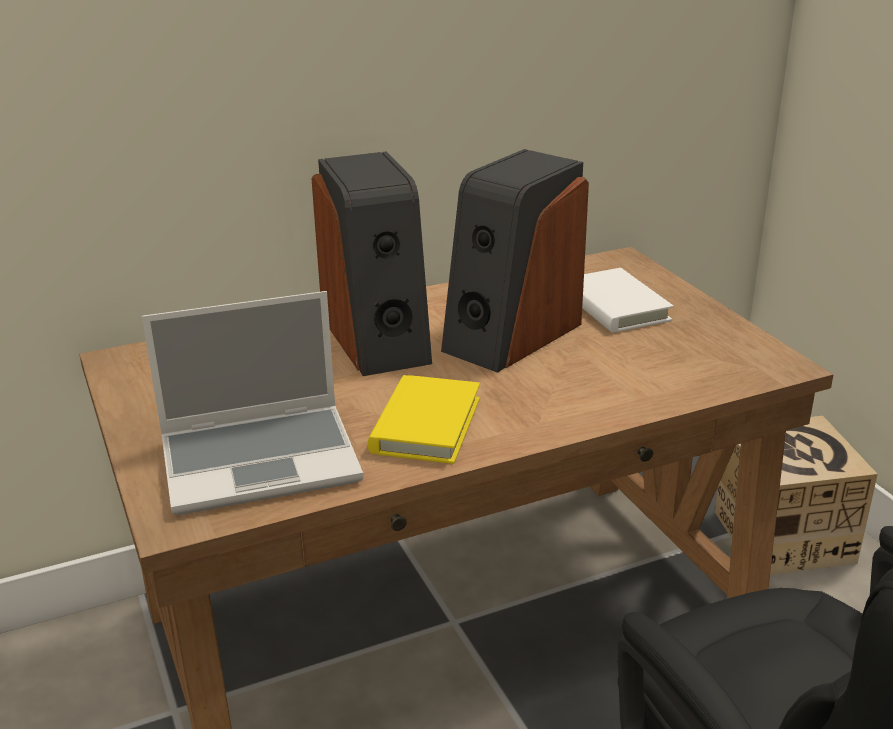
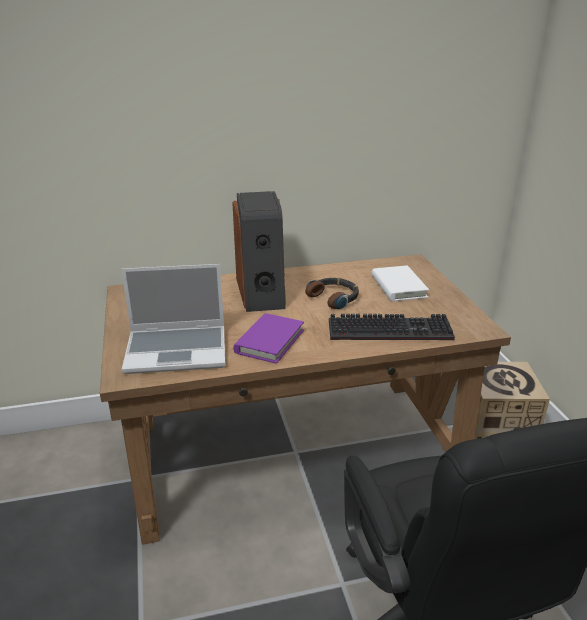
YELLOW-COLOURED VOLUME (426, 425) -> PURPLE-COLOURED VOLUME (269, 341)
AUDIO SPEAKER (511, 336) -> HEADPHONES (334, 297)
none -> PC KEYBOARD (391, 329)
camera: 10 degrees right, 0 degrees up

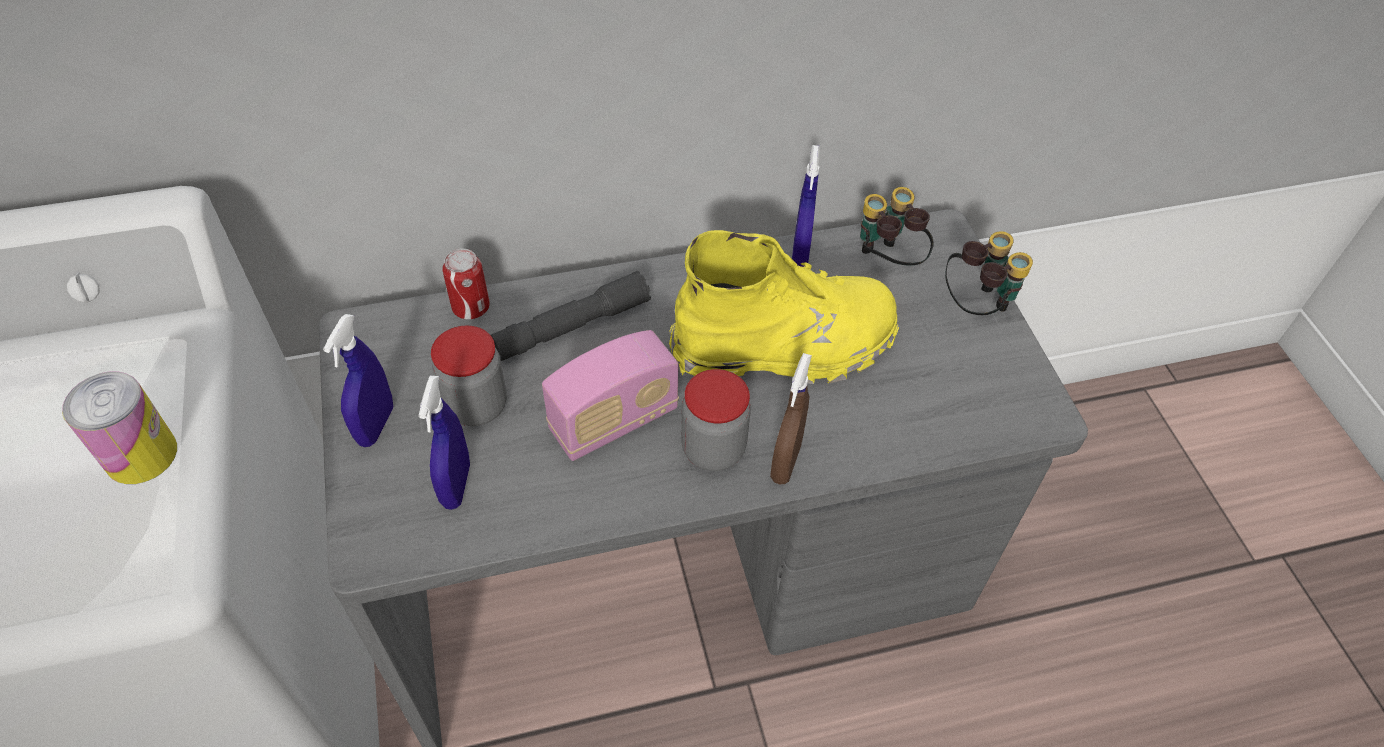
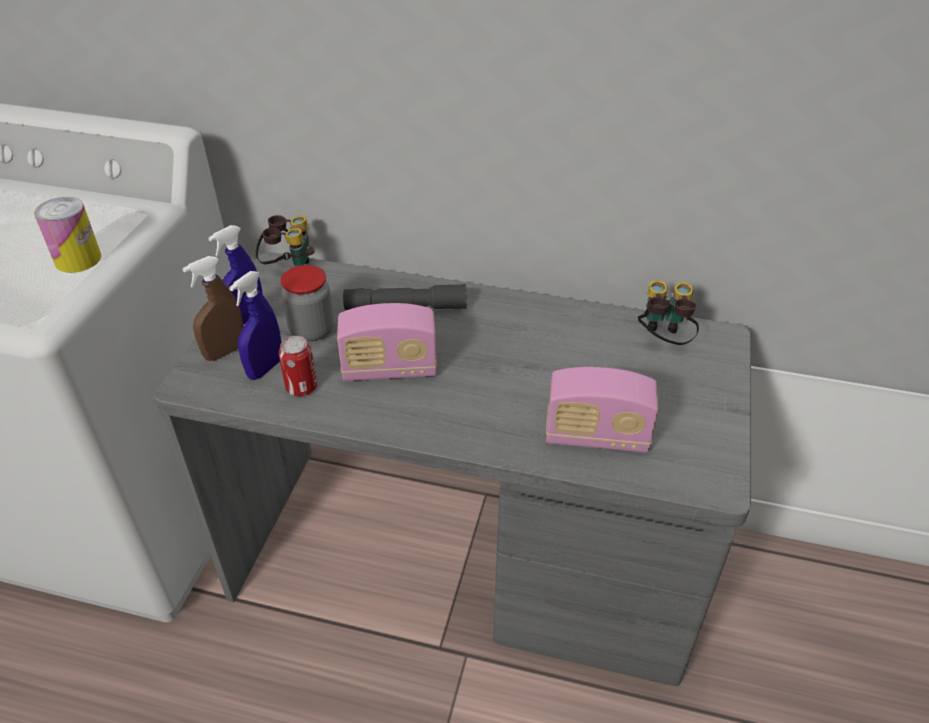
BROWN-COLOURED SPRAYER (785, 462) -> BROWN-COLOURED SPRAYER (225, 352), move
FIELD GLASSES (976, 305) -> FIELD GLASSES (288, 268), move
CAN (471, 307) -> CAN (301, 387), move
none -> RADIO (596, 436)
YELLOW-COLOURED TALL BOOT (784, 348) -> none
STORAGE JAR (713, 449) -> none
BLUISH SPRAYER (800, 256) -> none
camera: 30 degrees right, 10 degrees down

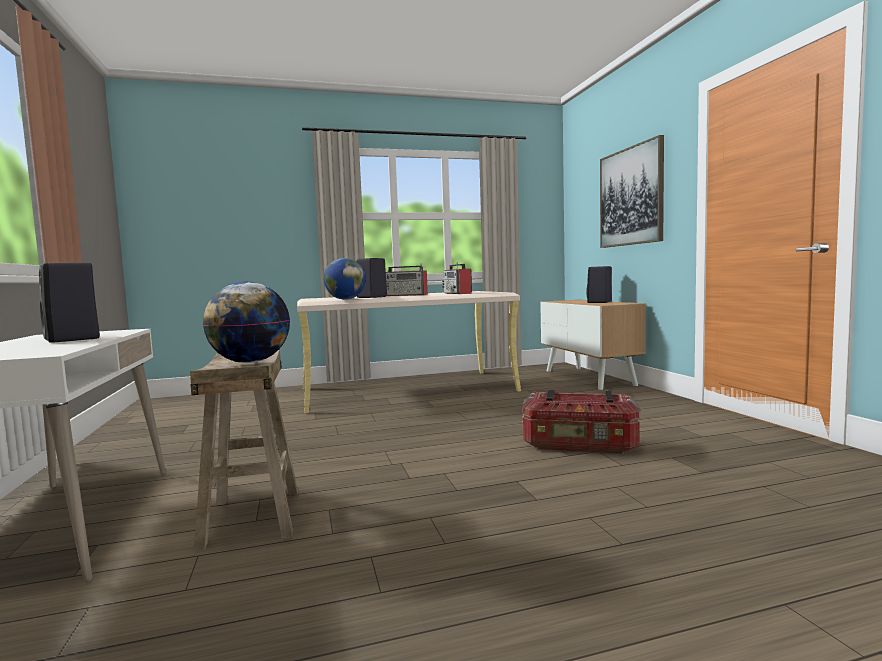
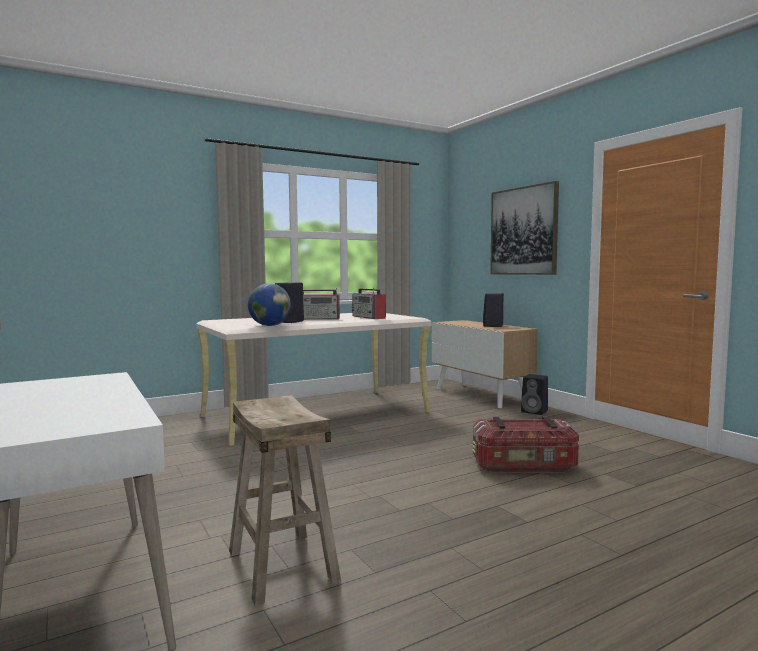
BLACK-COLOURED AUDIO SPEAKER (73, 339) -> BLACK-COLOURED AUDIO SPEAKER (535, 411), move
DESK GLOBE (250, 362) -> none
camera: 15 degrees left, 0 degrees up

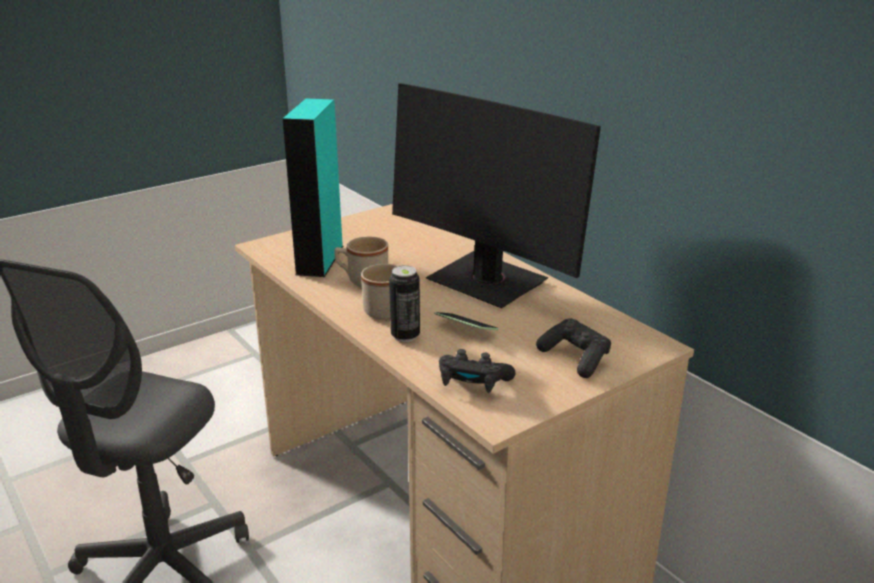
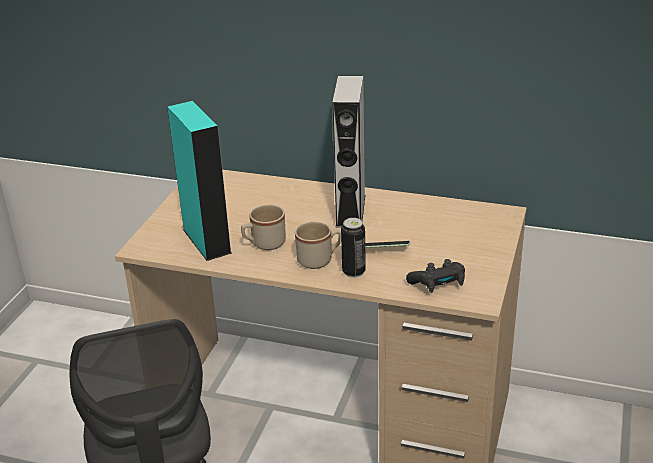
COMPUTER SCREEN (486, 282) -> GREYISH AUDIO SPEAKER (350, 210)
BLACK-COLOURED GAME CONTROLLER (575, 358) -> none
camera: 35 degrees left, 5 degrees up

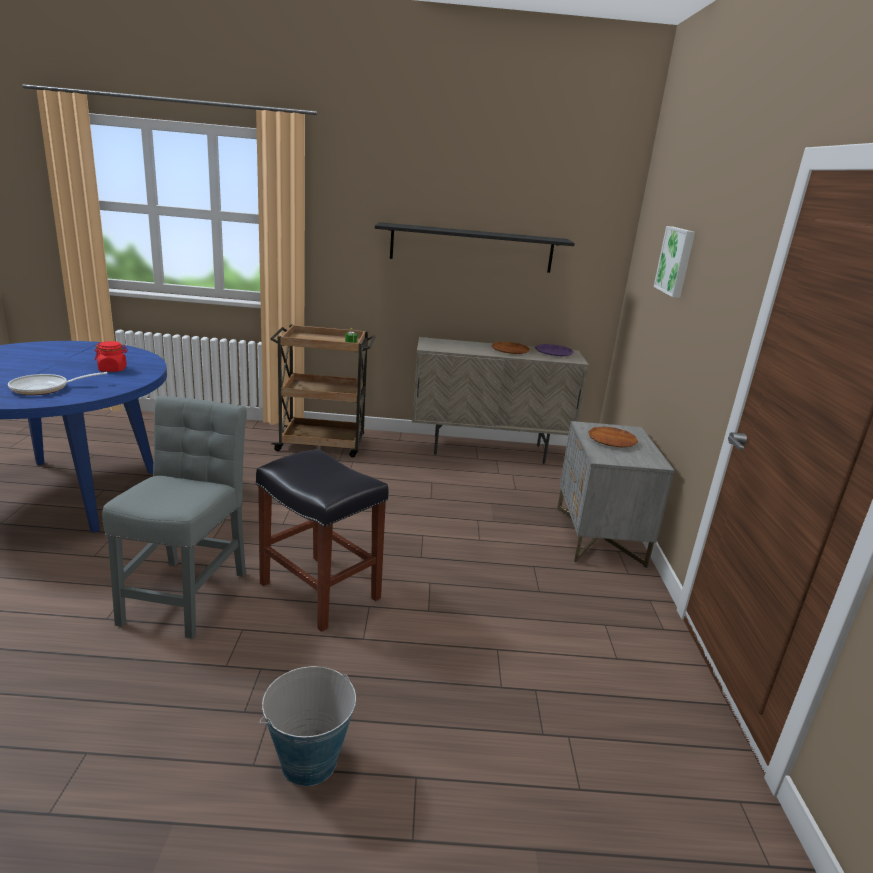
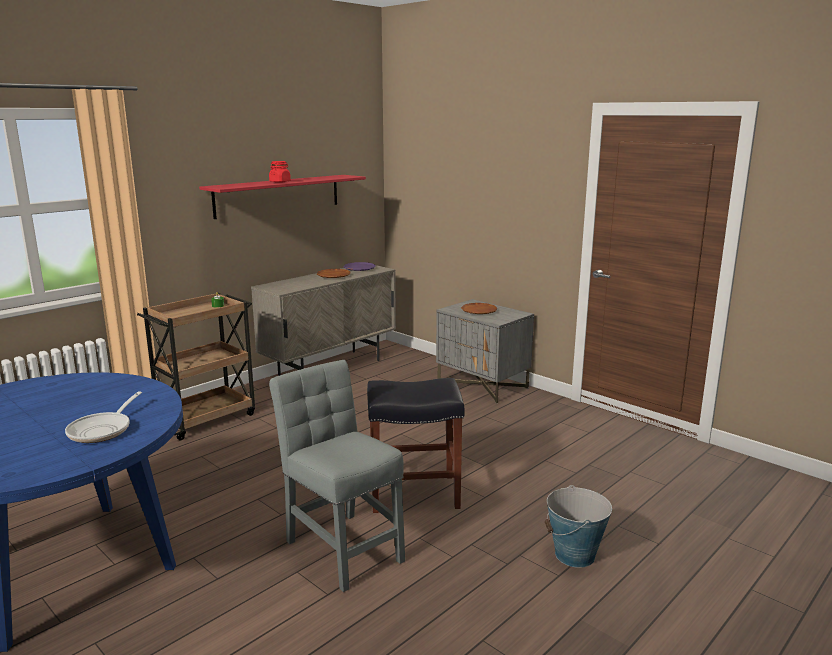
BLACK-COLOURED SHELF (471, 248) -> RED-COLOURED SHELF (278, 195)
RED-COLOURED STORAGE JAR (113, 369) -> RED-COLOURED STORAGE JAR (280, 182), move
PICTURE (676, 261) -> none
camera: 45 degrees left, 5 degrees down

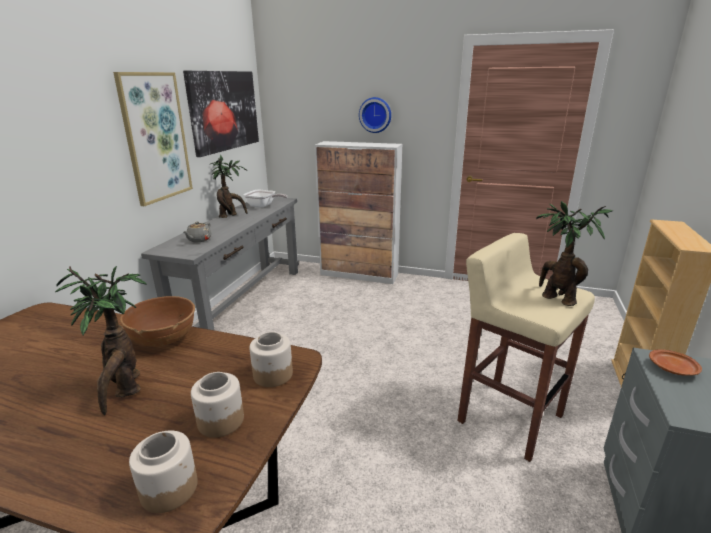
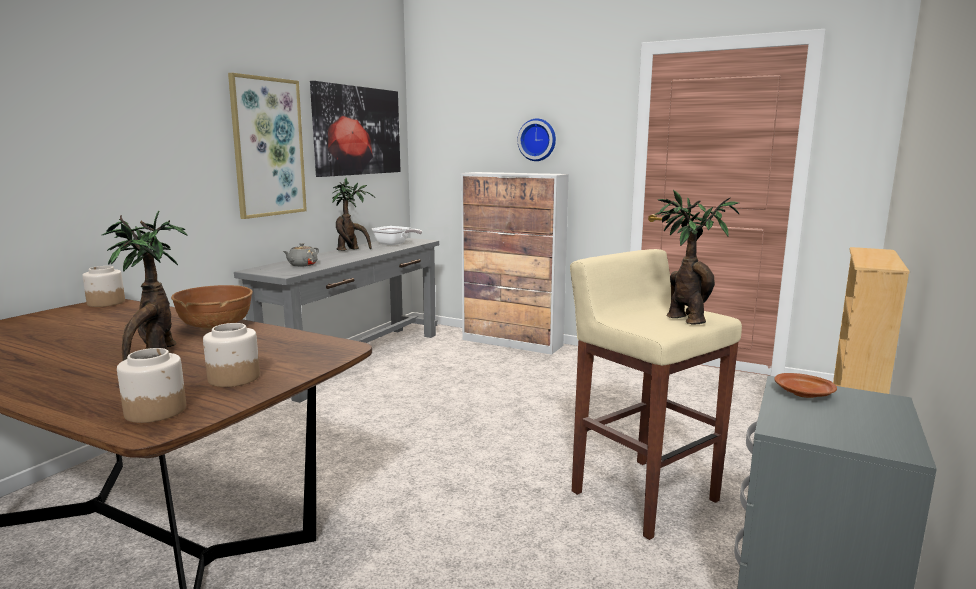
STORAGE JAR (272, 374) -> STORAGE JAR (106, 303), move
camera: 10 degrees right, 10 degrees down

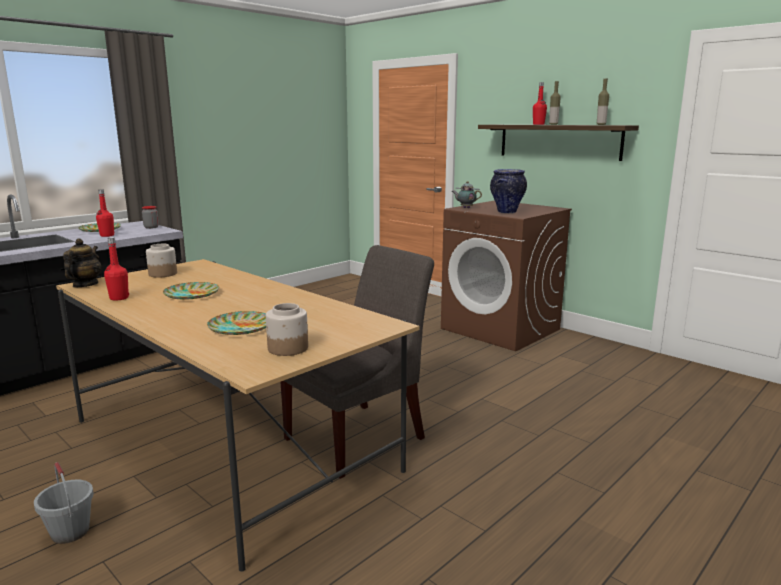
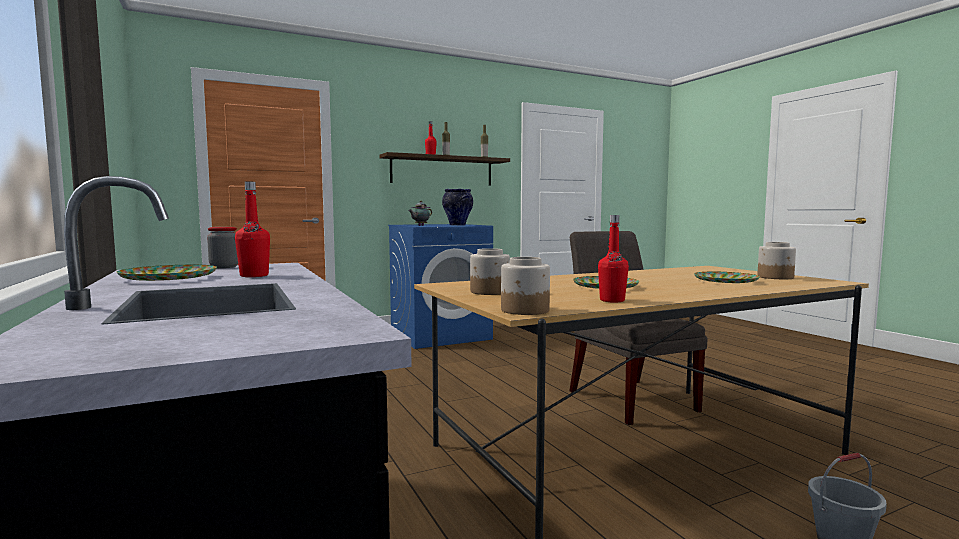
BROWN-COLOURED WASHING MACHINE (501, 329) -> BLUISH WASHING MACHINE (440, 335)
TEAPOT (85, 285) -> STORAGE JAR (525, 310)
camera: 70 degrees left, 10 degrees down

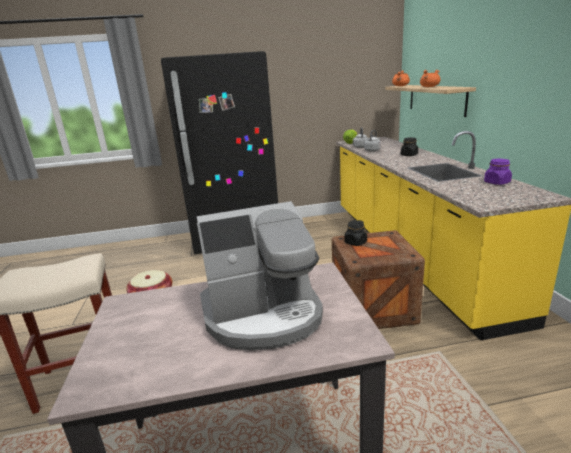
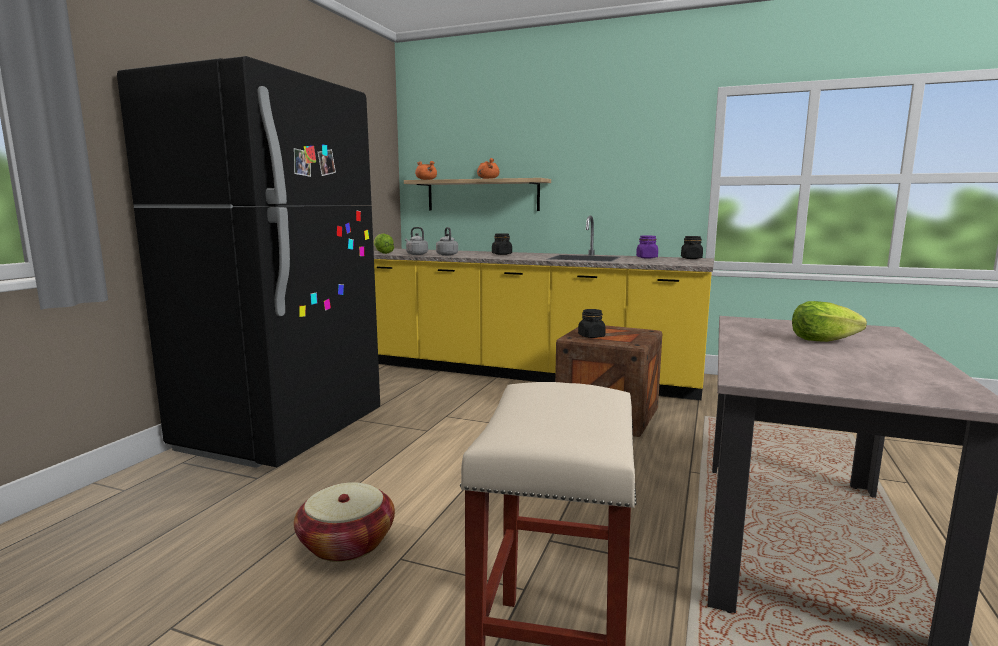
none -> BLACK-COLOURED STORAGE JAR (691, 258)
COFFEE MACHINE (263, 314) -> LETTUCE HEAD (821, 340)
camera: 60 degrees left, 10 degrees down

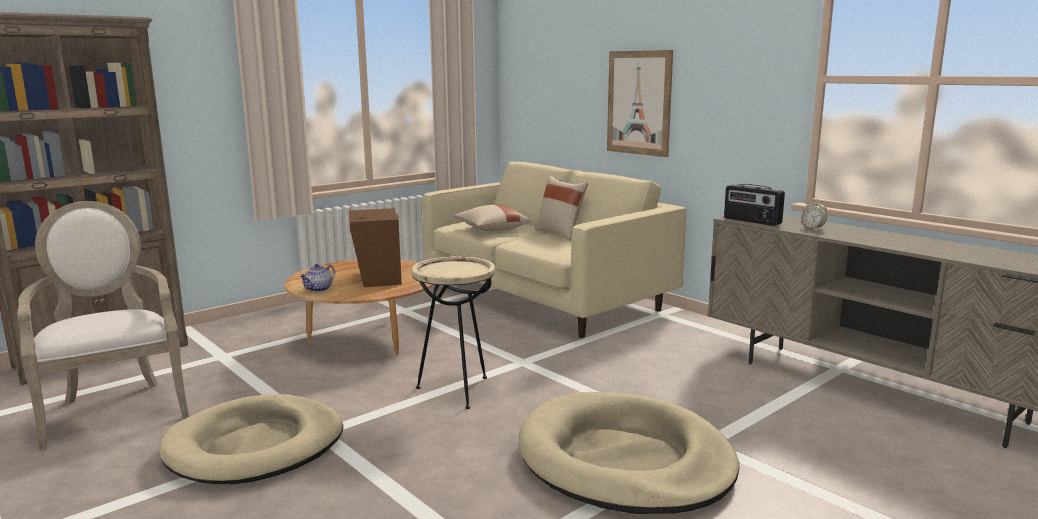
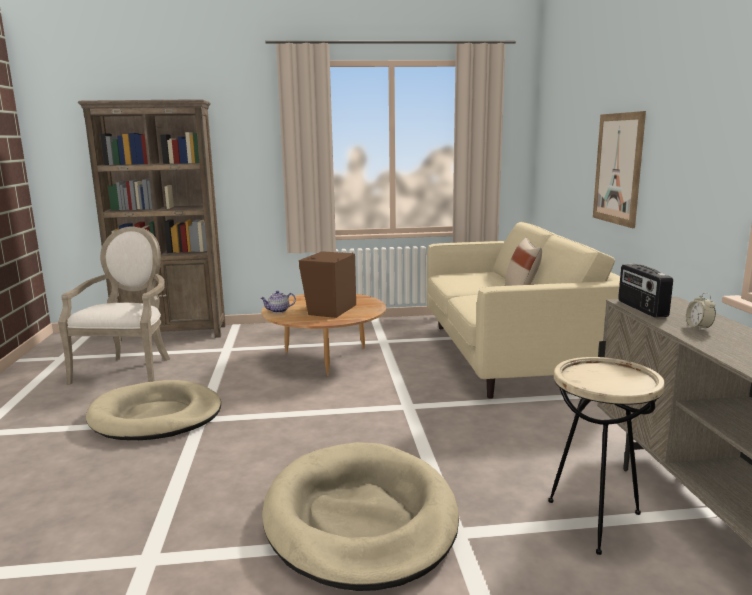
SAND-COLOURED ACCENT TABLE (456, 391) -> SAND-COLOURED ACCENT TABLE (594, 521), move
SAND-COLOURED THROW PILLOW (491, 230) -> none
camera: 35 degrees right, 0 degrees up

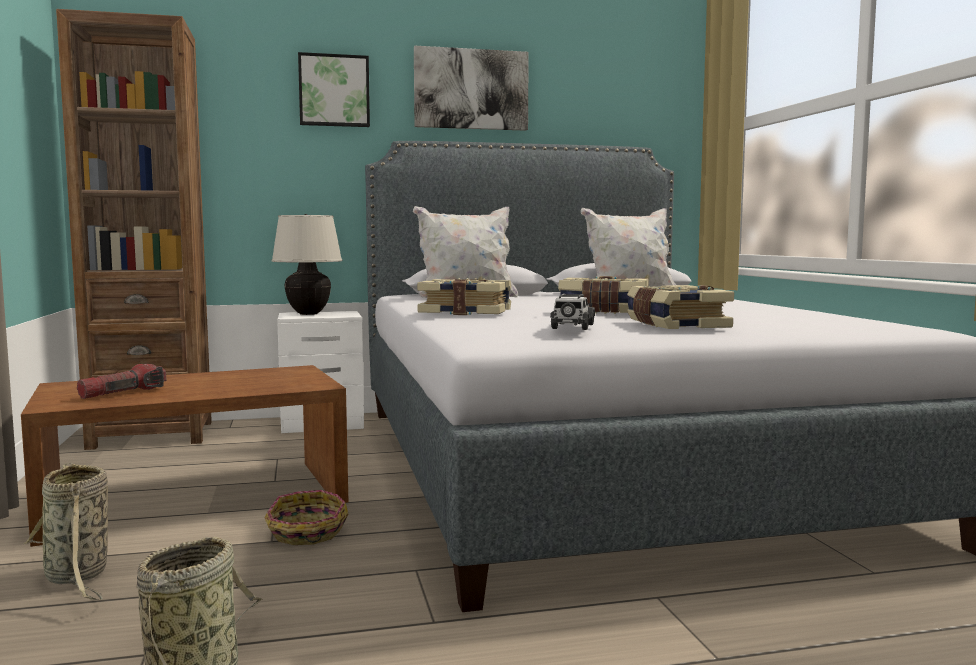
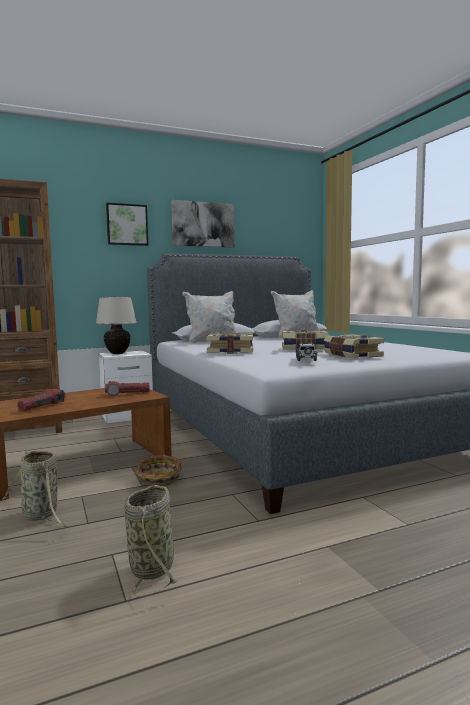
none -> HAND TORCH (127, 394)
camera: 10 degrees left, 0 degrees up

